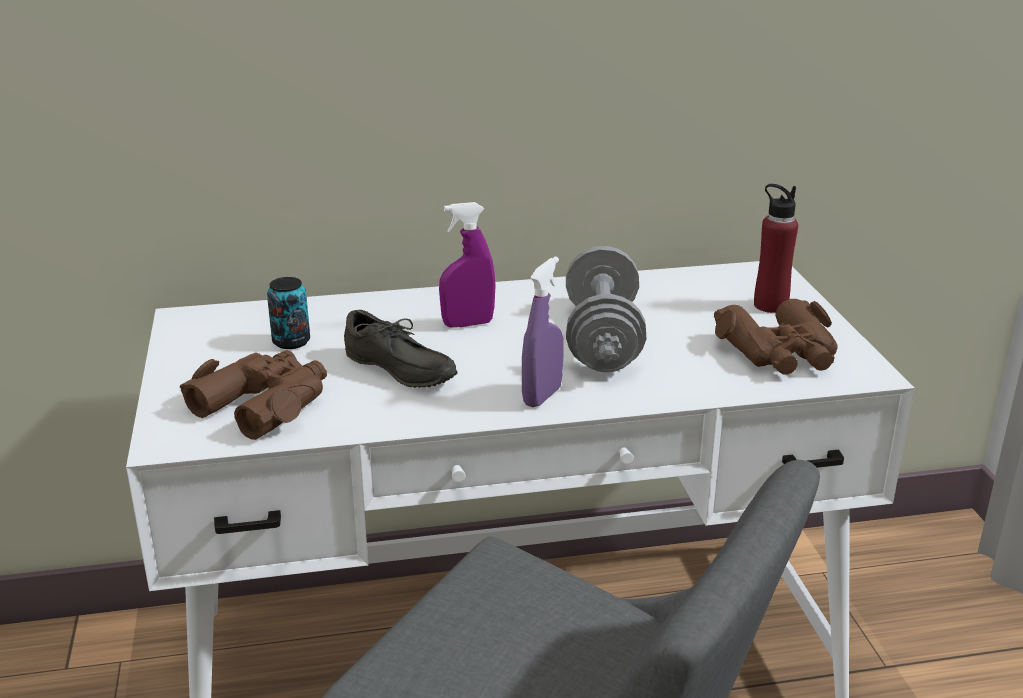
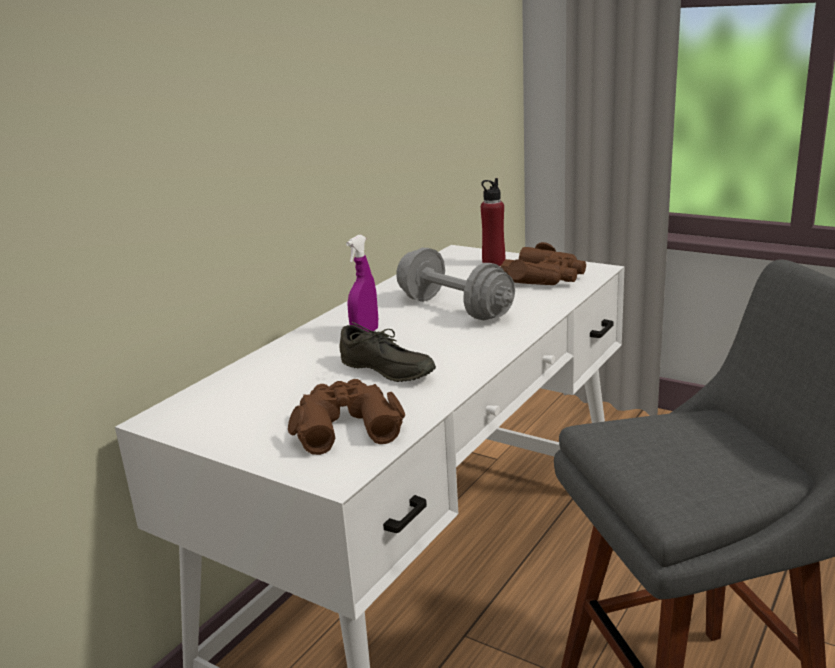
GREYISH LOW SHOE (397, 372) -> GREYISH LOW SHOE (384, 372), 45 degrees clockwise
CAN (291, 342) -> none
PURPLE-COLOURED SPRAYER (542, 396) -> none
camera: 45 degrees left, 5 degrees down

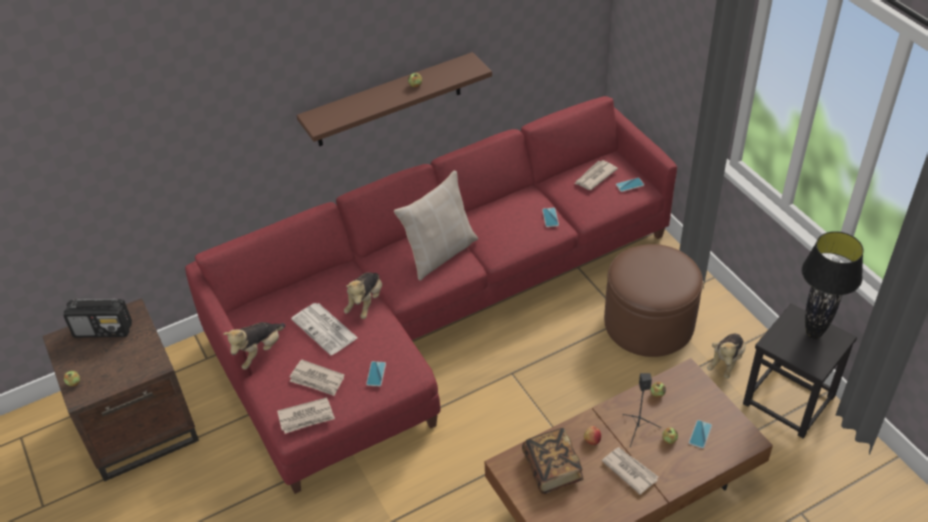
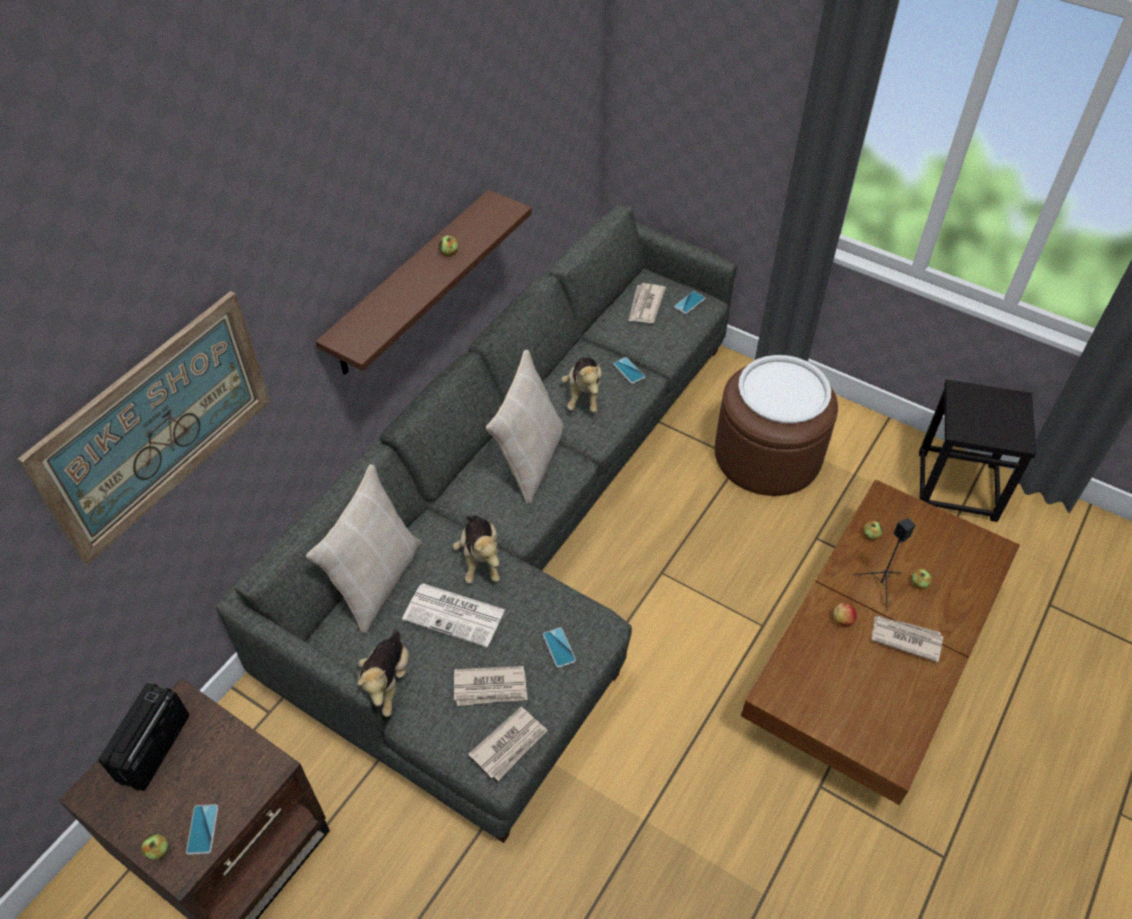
none -> PICTURE (157, 425)
RADIO (103, 330) -> RADIO (153, 749), 135 degrees clockwise
HANDSET (700, 434) -> HANDSET (202, 829), move
RED-COLOURED SETTEE (430, 310) -> GREYISH SETTEE (518, 533)
none -> SAND-COLOURED THROW PILLOW (377, 580)
PLUSH TOY (726, 362) -> PLUSH TOY (584, 395), move
none -> WHITE CARRYING TRAY (783, 390)
VOLUME (552, 469) -> none
BLACK-COLOURED LAMP FOR A TABLE (813, 333) -> none
camera: 30 degrees left, 5 degrees up

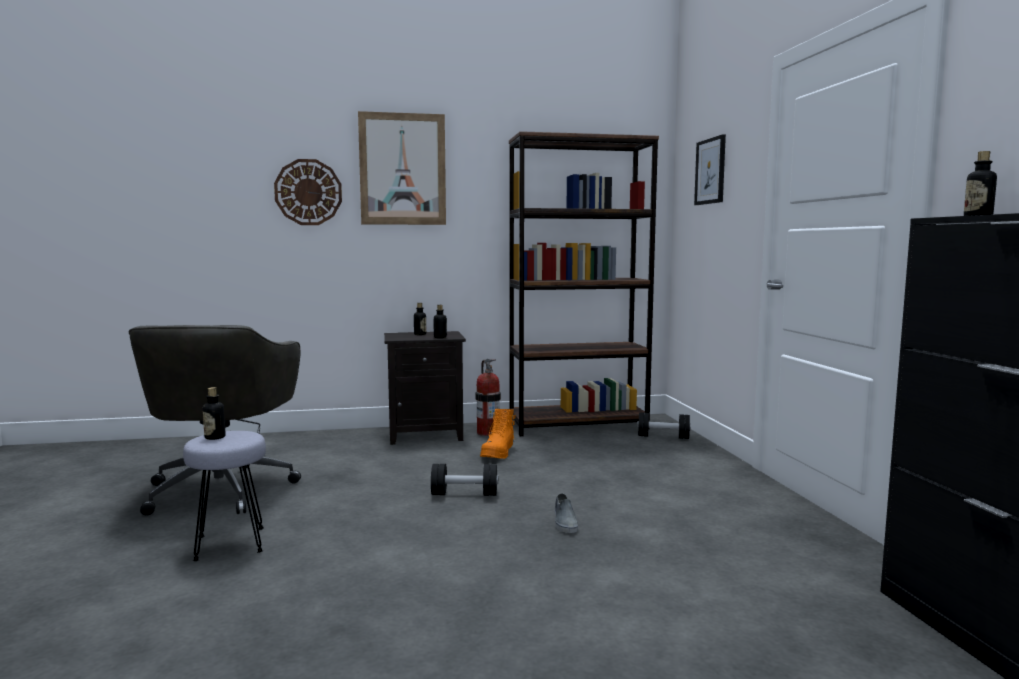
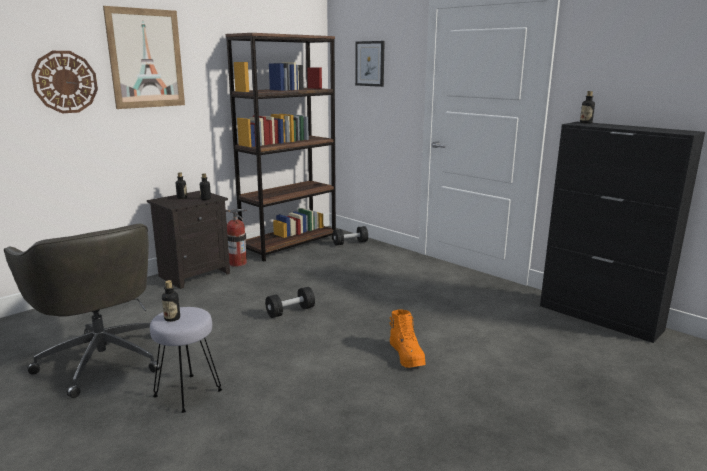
ORANGE TALL BOOT (498, 453) -> ORANGE TALL BOOT (407, 356), move
GREYISH LOW SHOE (564, 522) -> none
camera: 35 degrees left, 10 degrees up

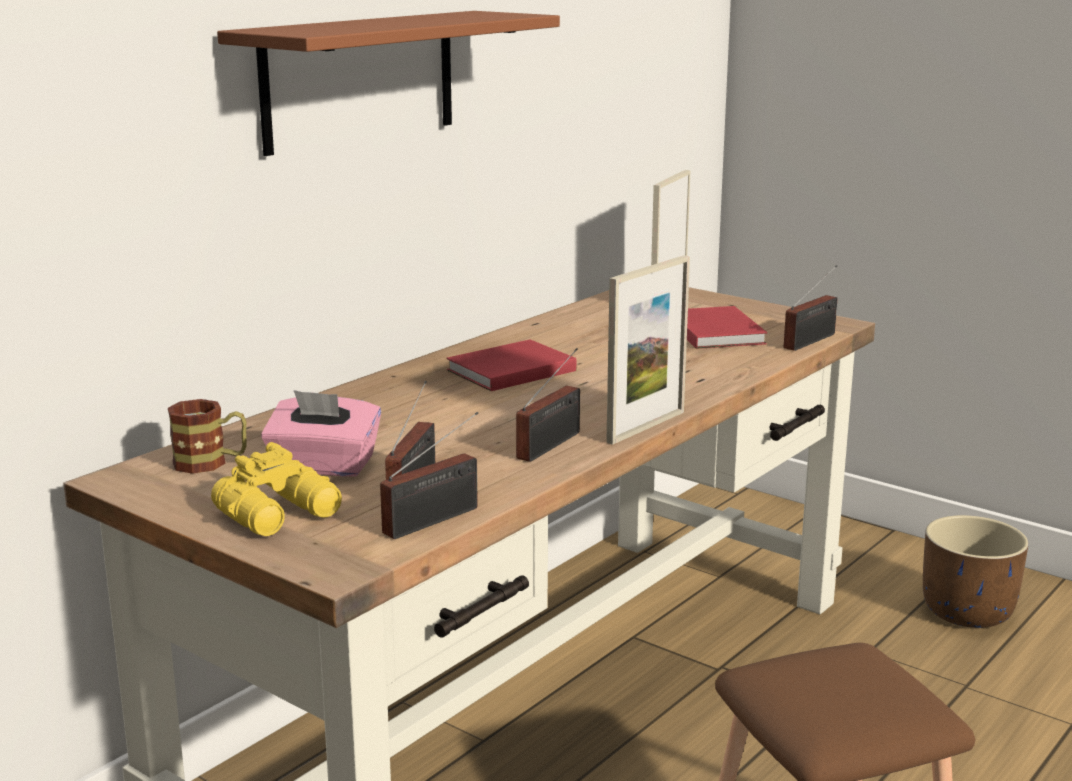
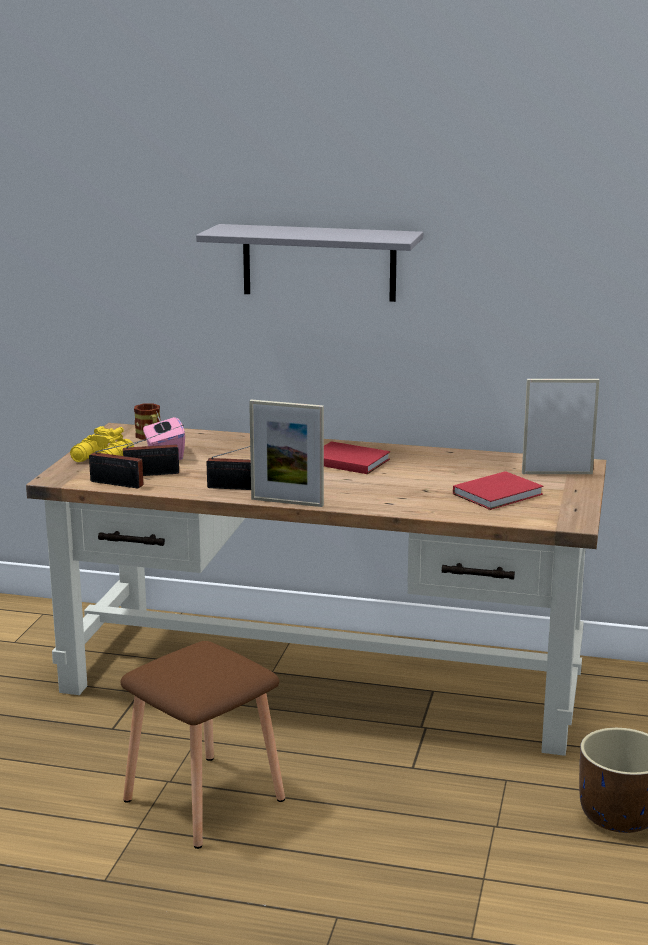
BROWN-COLOURED SHELF (360, 80) -> GREYISH SHELF (319, 262)
RADIO (812, 340) -> none
camera: 65 degrees right, 0 degrees up

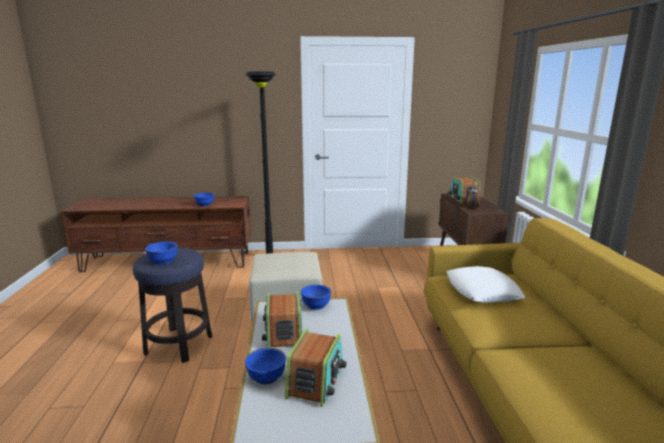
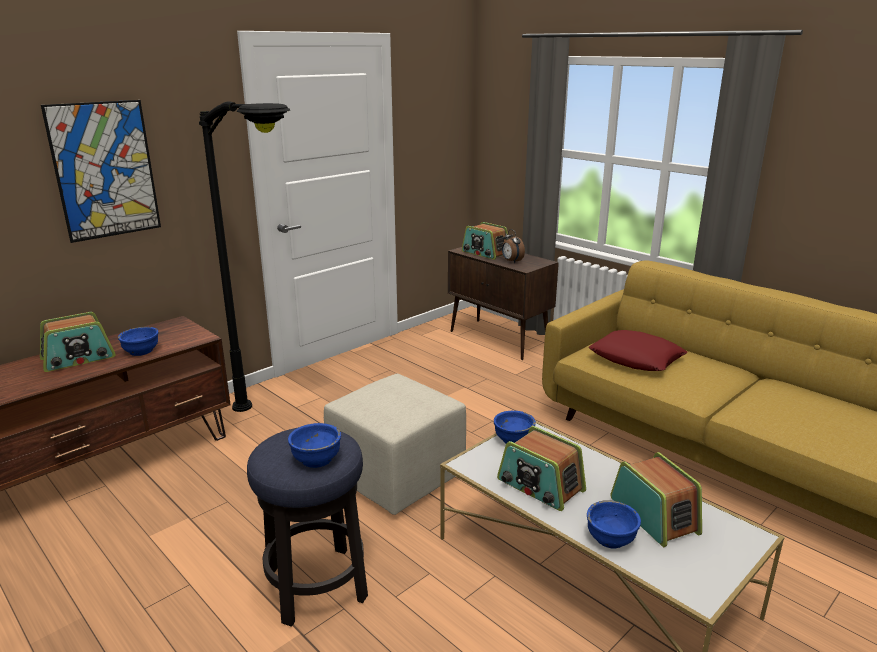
none -> RADIO (78, 358)
none -> PICTURE (105, 170)
WHITE THROW PILLOW (482, 291) -> RED-COLOURED THROW PILLOW (636, 358)
camera: 40 degrees left, 5 degrees up

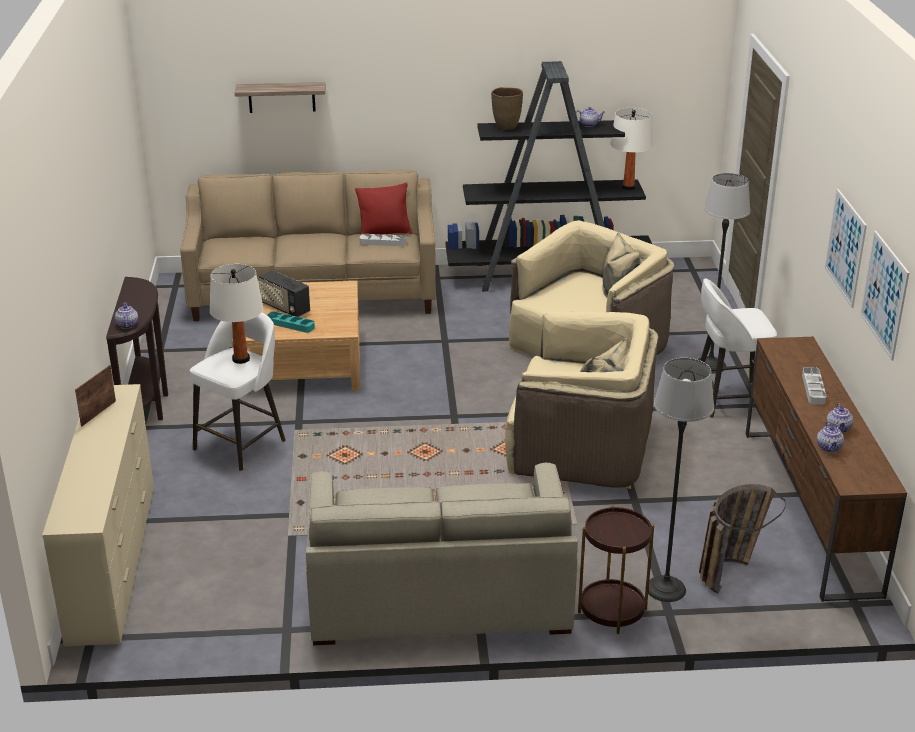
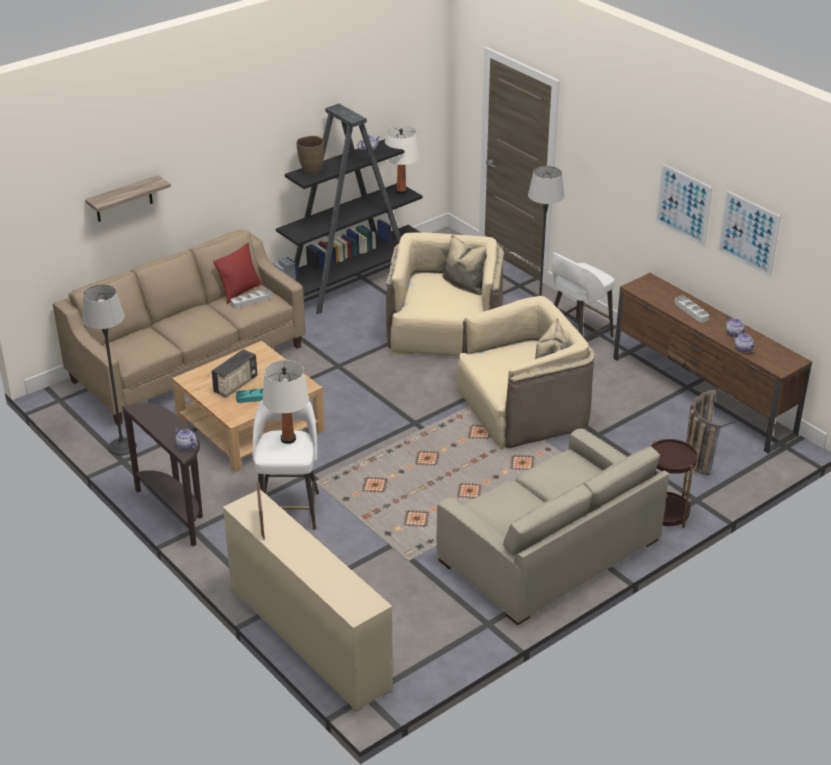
FLOOR LAMP (665, 589) -> FLOOR LAMP (122, 447), move
RADIO (284, 308) -> RADIO (236, 385), 60 degrees counterclockwise
camera: 35 degrees left, 5 degrees up

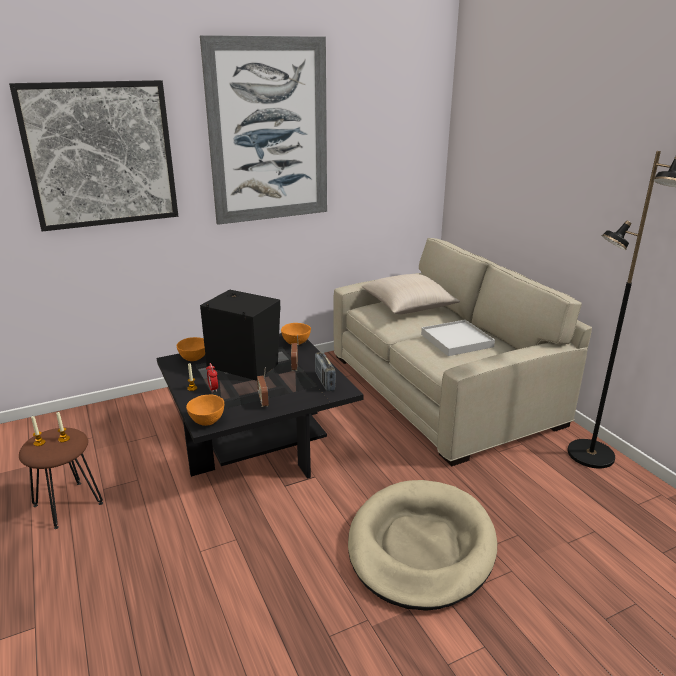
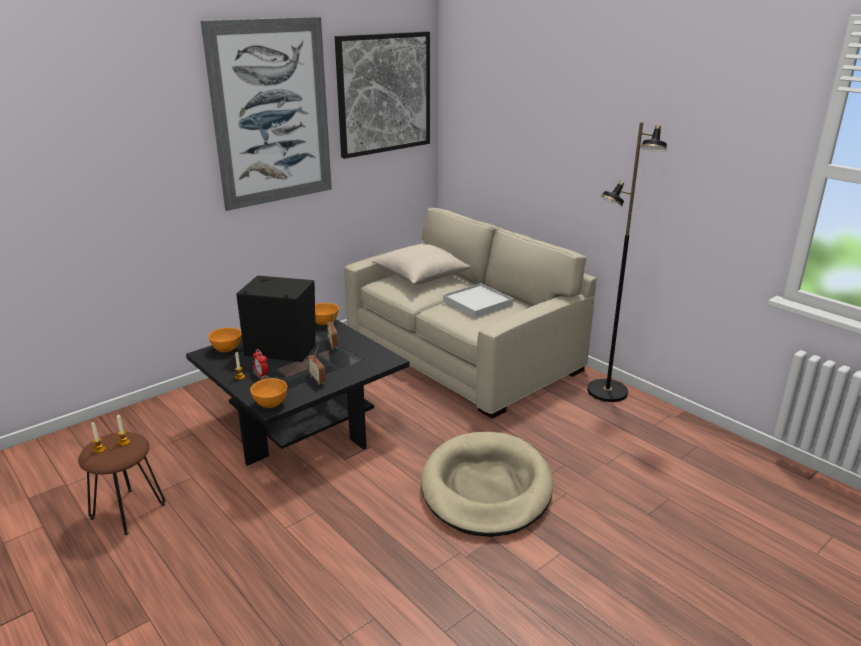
PICTURE (101, 155) -> PICTURE (384, 93), move
RADIO (324, 382) -> none
camera: 15 degrees left, 0 degrees up

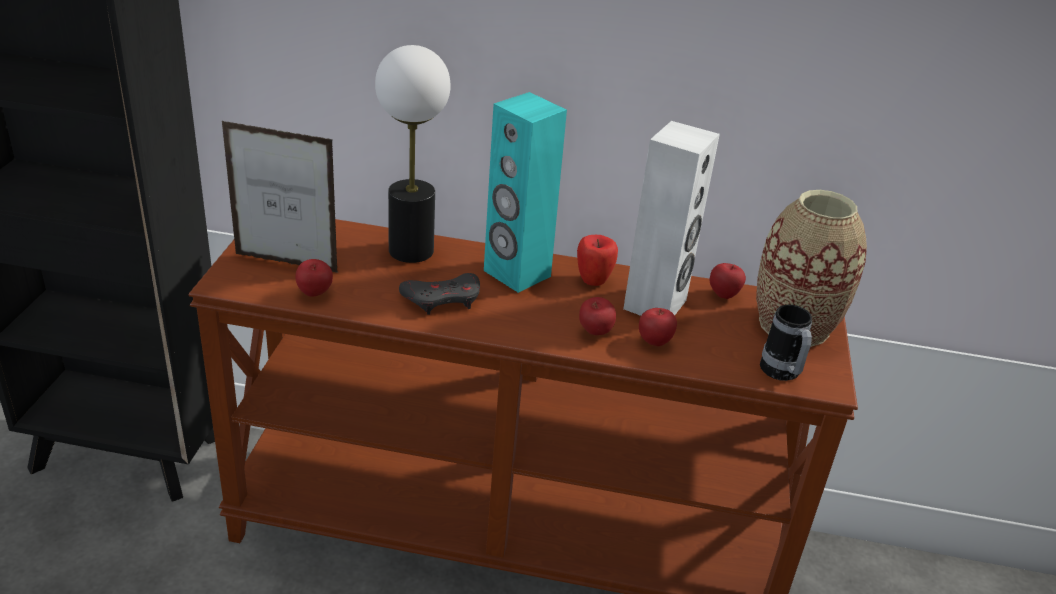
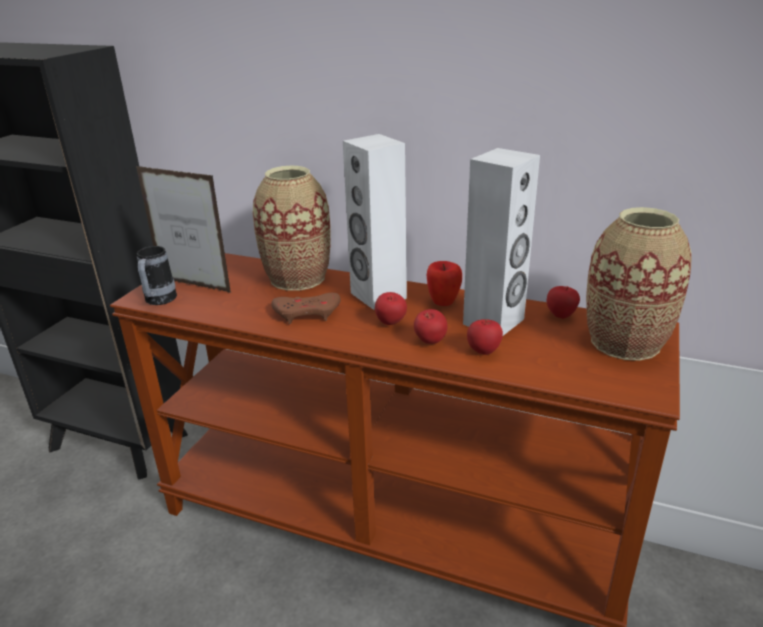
MUG (782, 374) -> MUG (158, 301), move
LAMP FOR A TABLE (411, 250) -> VASE (298, 278)
GREYISH GAME CONTROLLER (442, 299) -> BROWN-COLOURED GAME CONTROLLER (307, 313)
BLUE-GREEN AUDIO SPEAKER (516, 274) -> WHITE AUDIO SPEAKER (377, 296)
APPLE FRUIT (315, 294) -> APPLE FRUIT (391, 324), move
camera: 15 degrees right, 5 degrees down

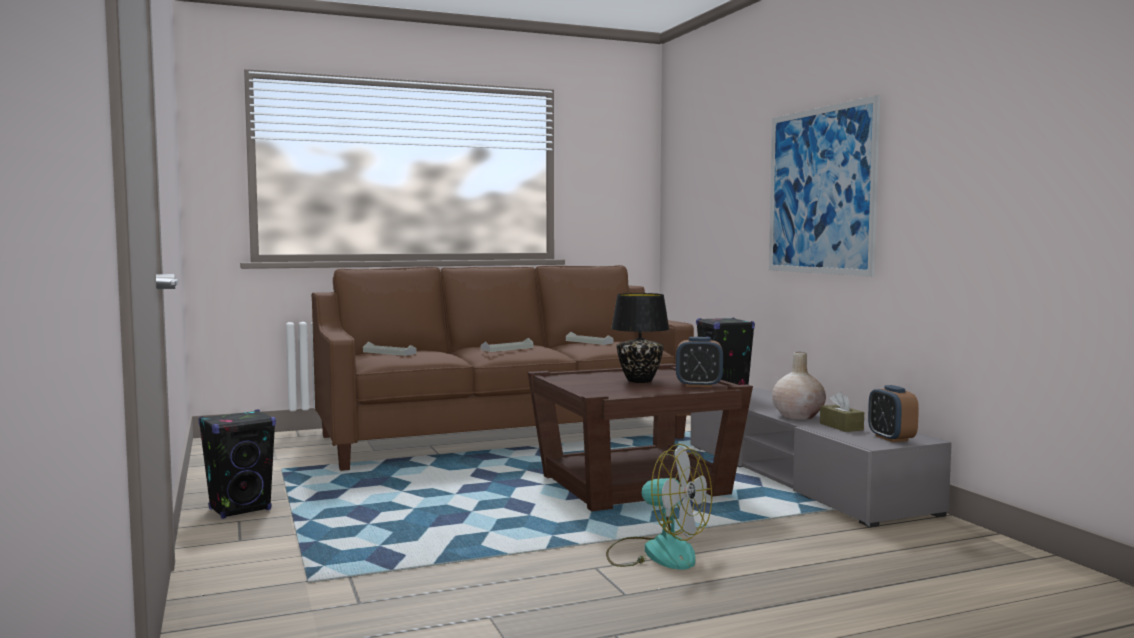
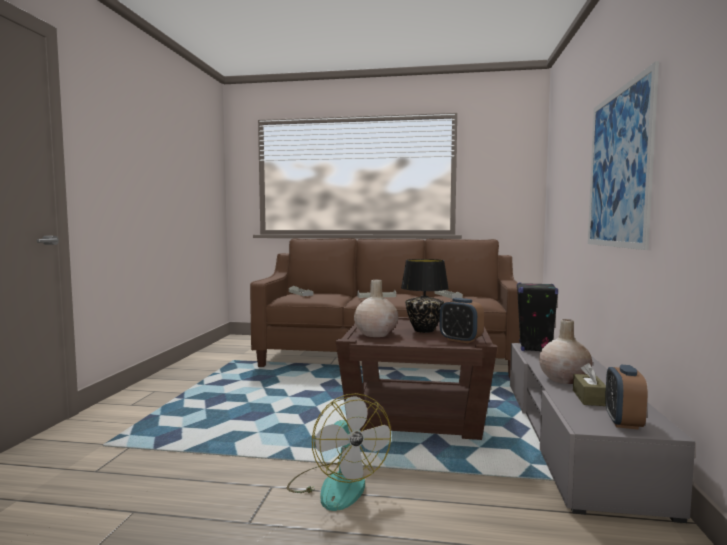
none -> SAND-COLOURED VASE (376, 334)
BLACK-COLOURED AUDIO SPEAKER (240, 509) -> none
camera: 30 degrees right, 0 degrees up

